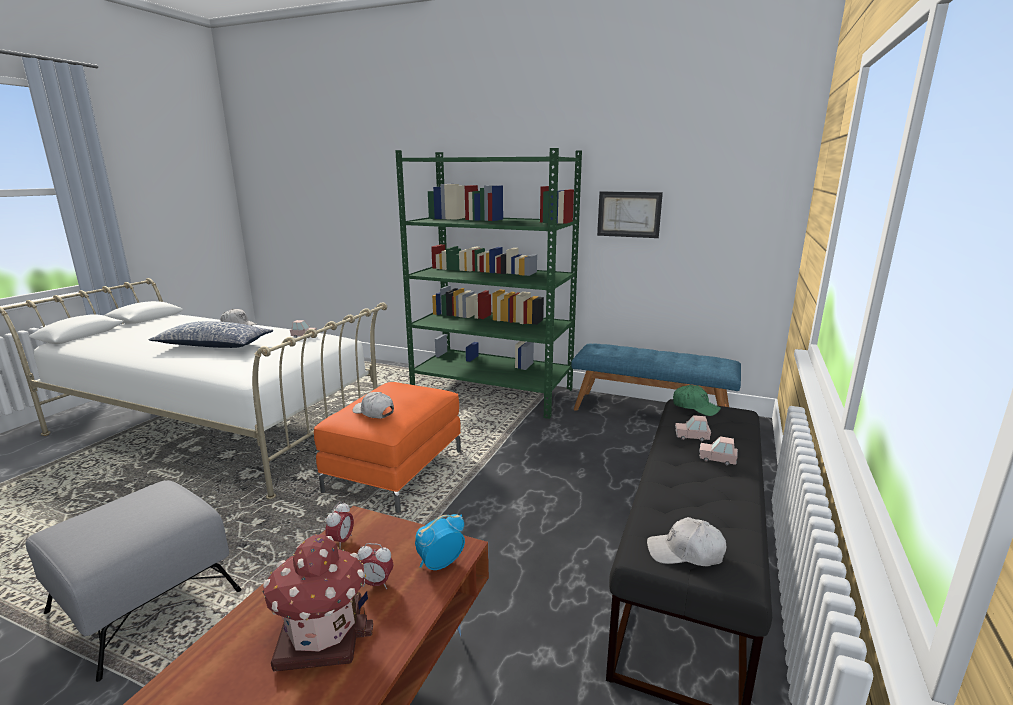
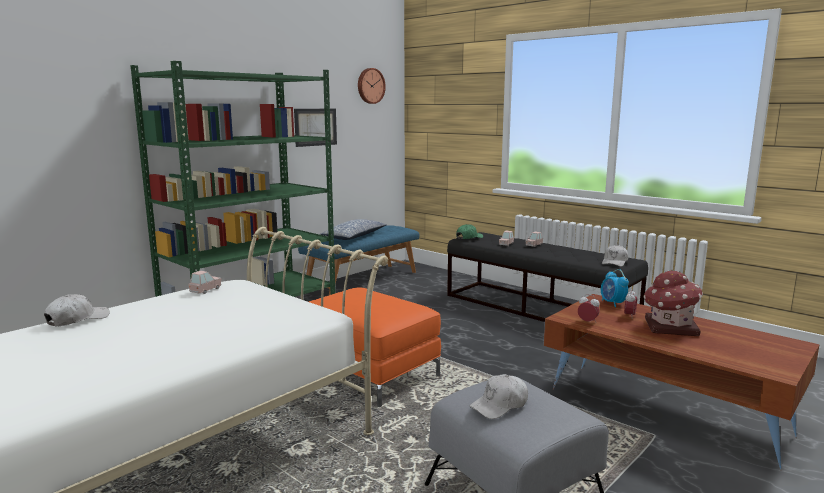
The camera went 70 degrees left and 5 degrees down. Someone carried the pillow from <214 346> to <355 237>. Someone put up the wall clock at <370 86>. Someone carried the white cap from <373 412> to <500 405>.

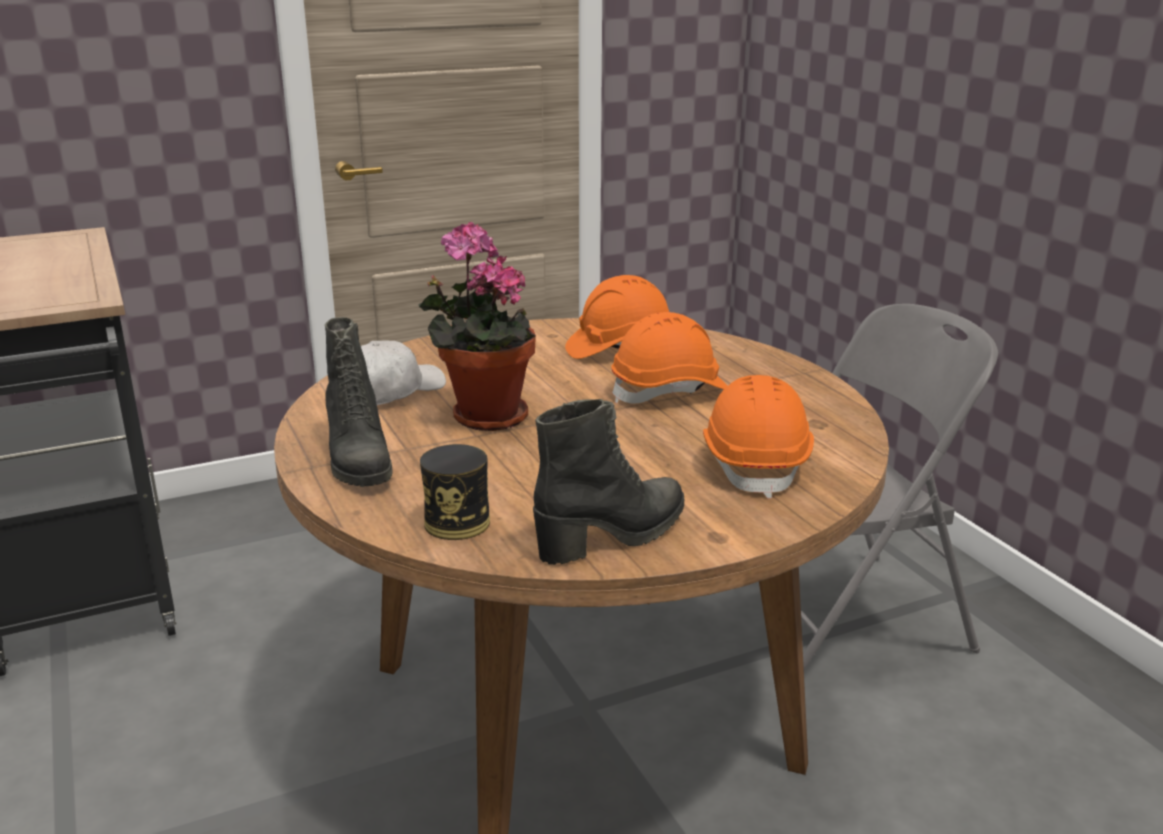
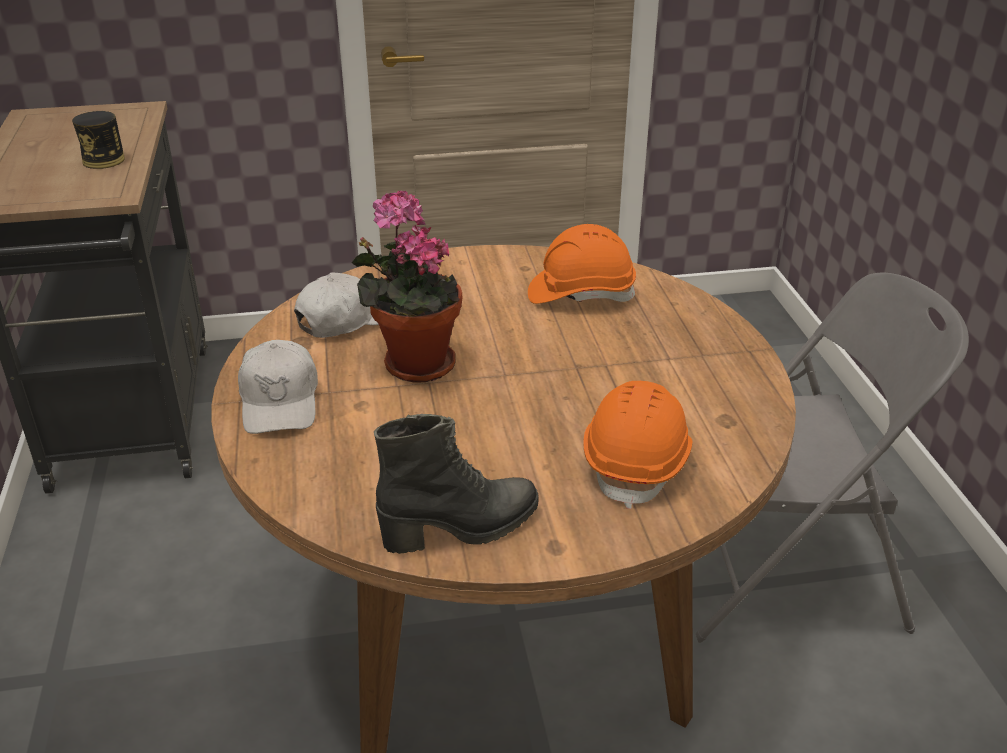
The camera went 15 degrees right and 10 degrees up. Someone carried the can from <457 523> to <103 160>. Someone swapped the black boot at <357 462> for the white cap at <280 401>. Someone took away the orange hard hat at <670 392>.

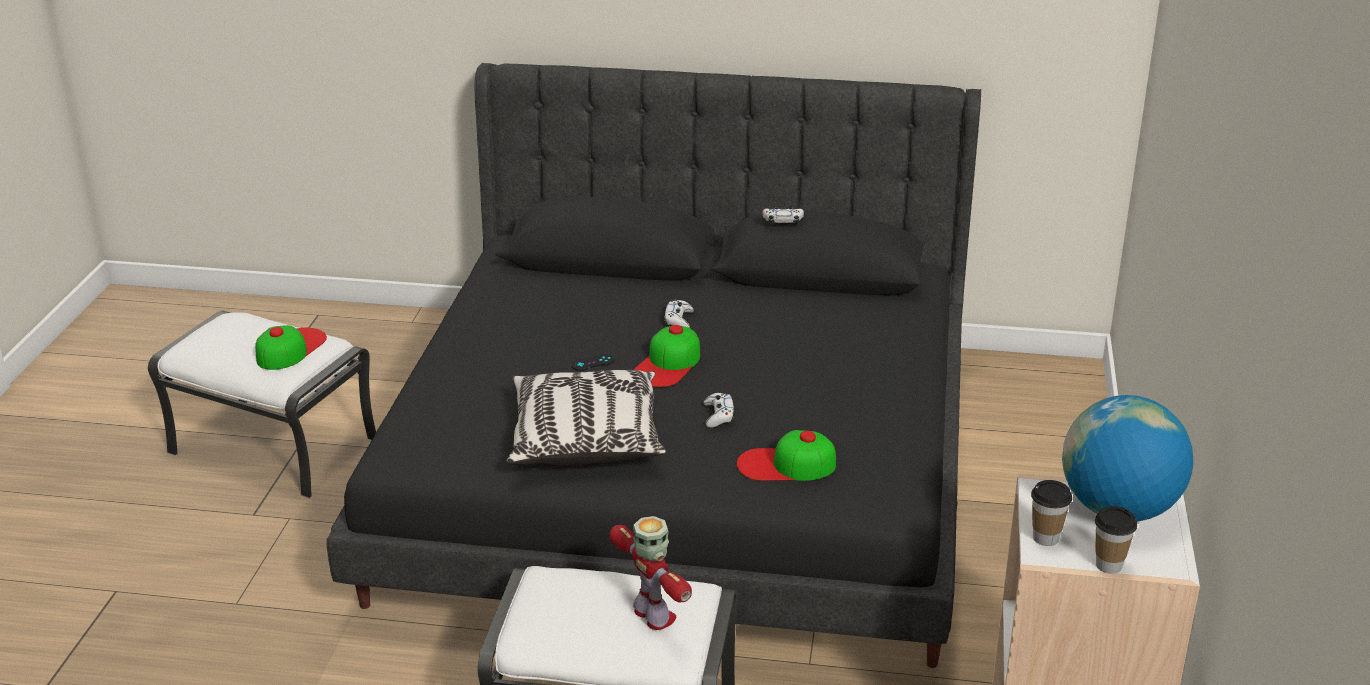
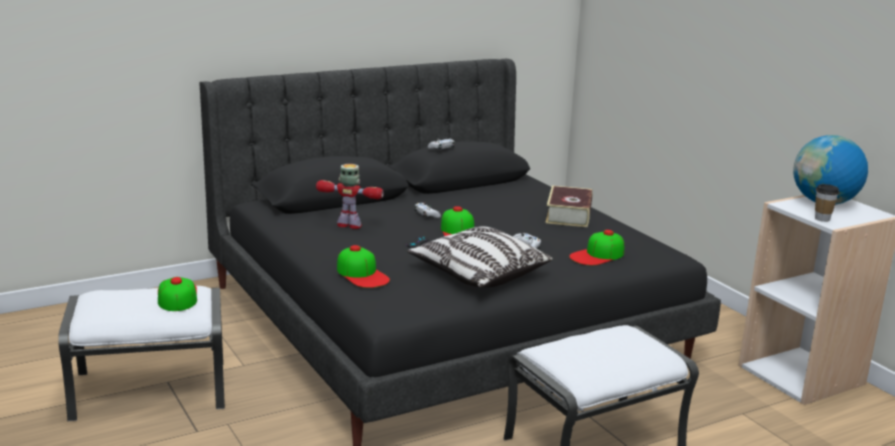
The camera went 40 degrees left and 10 degrees down. Someone carried the toy robot from <654 616> to <350 225>. Someone put down the cap at <362 274>. Someone put down the book at <568 215>. Someone took away the cup at <1109 565>.

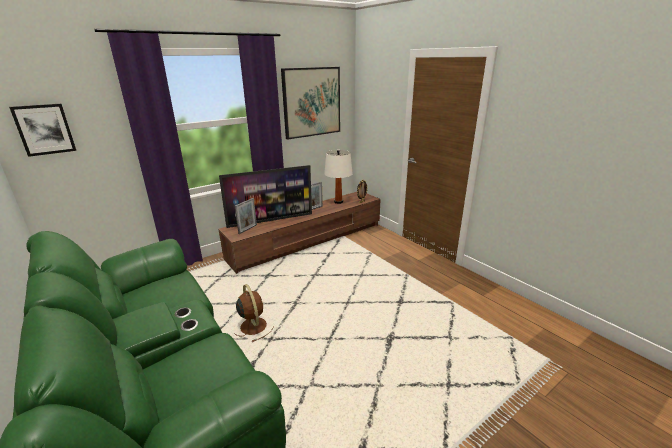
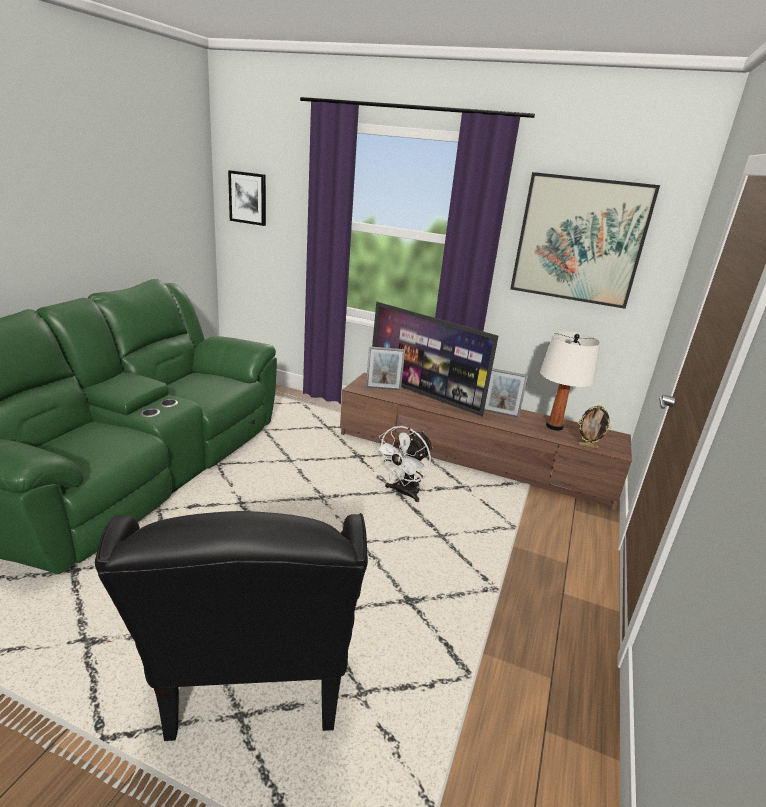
The camera went 55 degrees right and 0 degrees up. Someone put down the black armchair at <254 699>. Someone put down the white fan at <403 493>. Someone took away the brown fan at <253 325>.

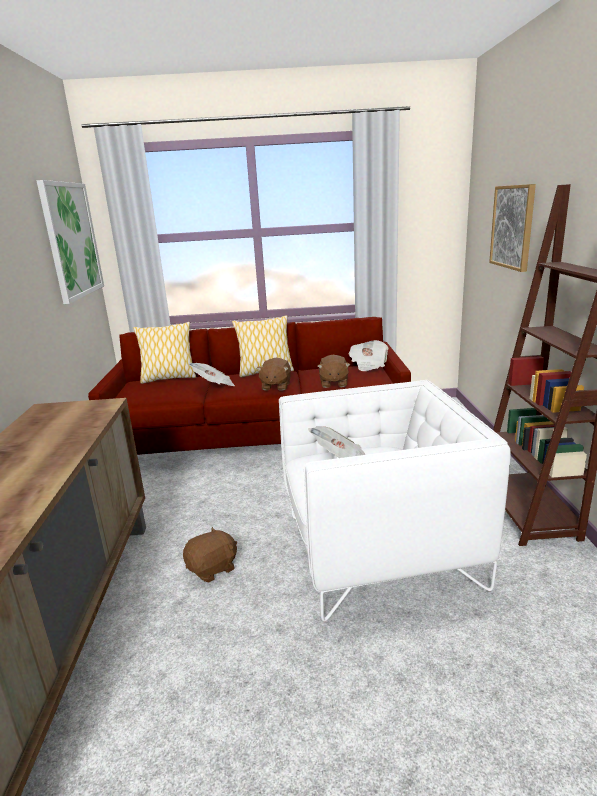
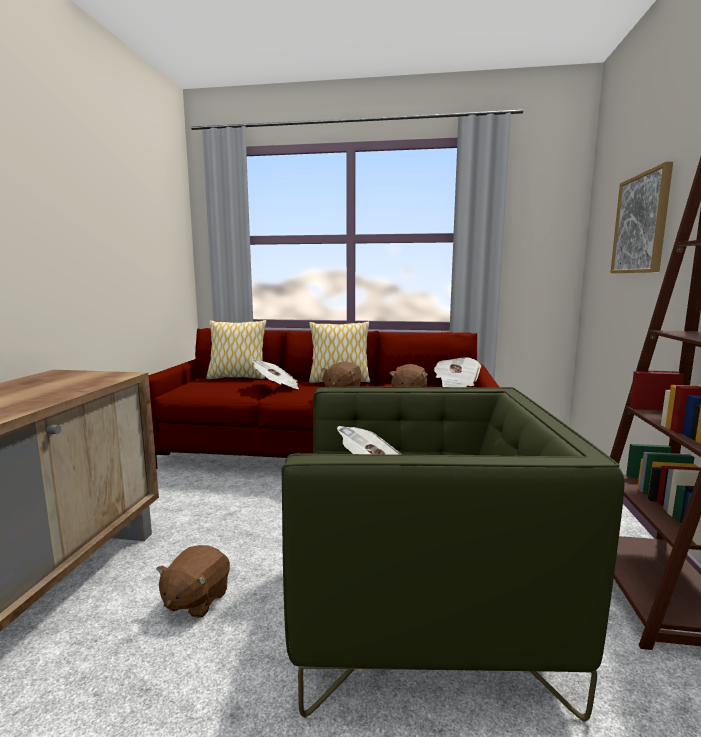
The camera went 10 degrees right and 10 degrees down. Someone rotated the brown plush toy at <213 569> by 135 degrees clockwise. Someone repainted the white armchair at <379 551>, which became the green armchair at <422 617>. Someone took away the picture at <72 240>.

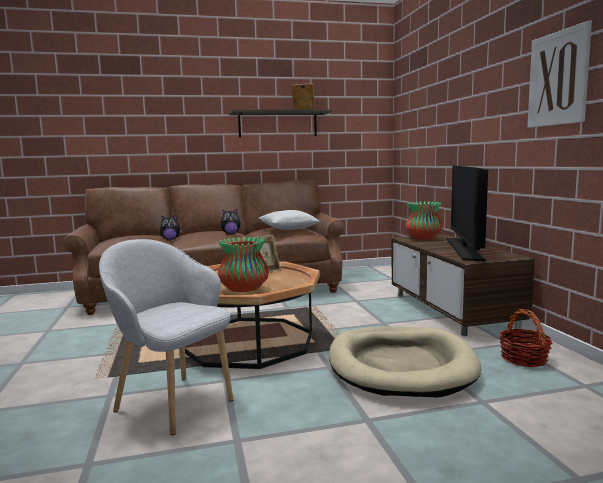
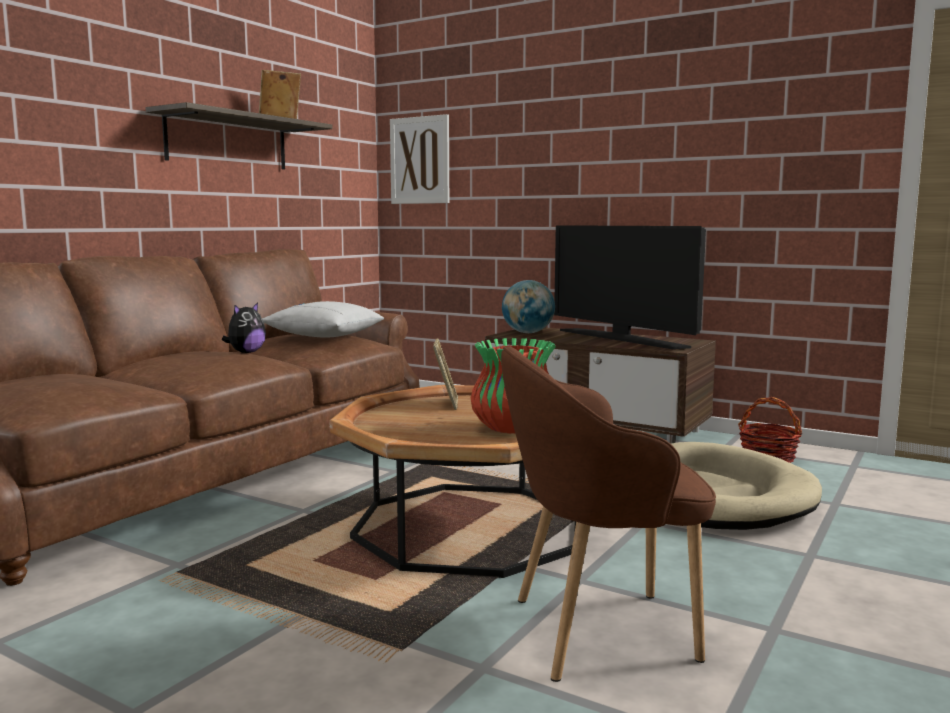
The camera went 45 degrees left and 0 degrees up. Someone carried the picture from <558 78> to <420 160>. Someone repainted the grey armchair at <173 402>, which became the brown armchair at <597 631>. Someone swapped the vase at <423 238> for the globe at <527 333>. Someone took away the plush toy at <170 239>.

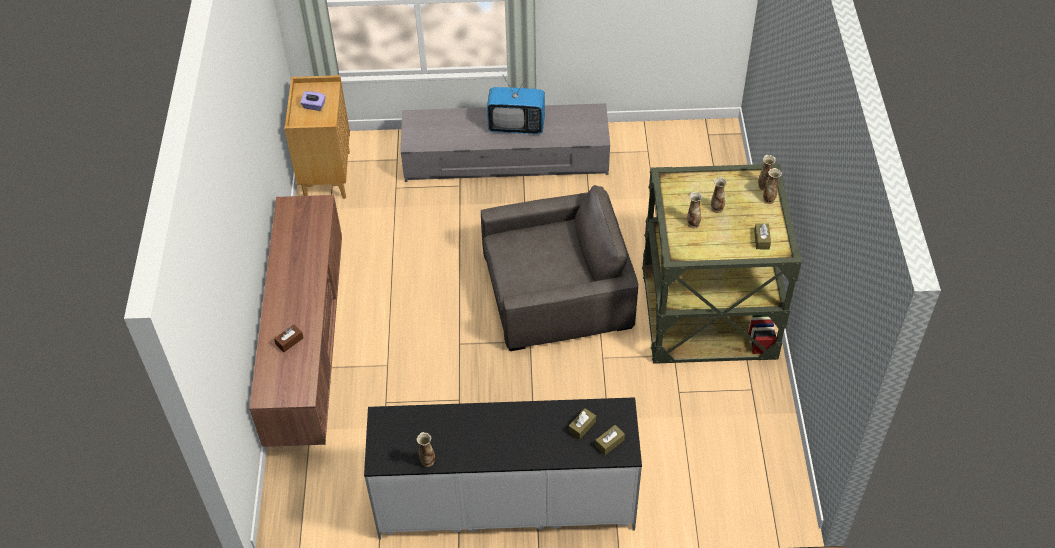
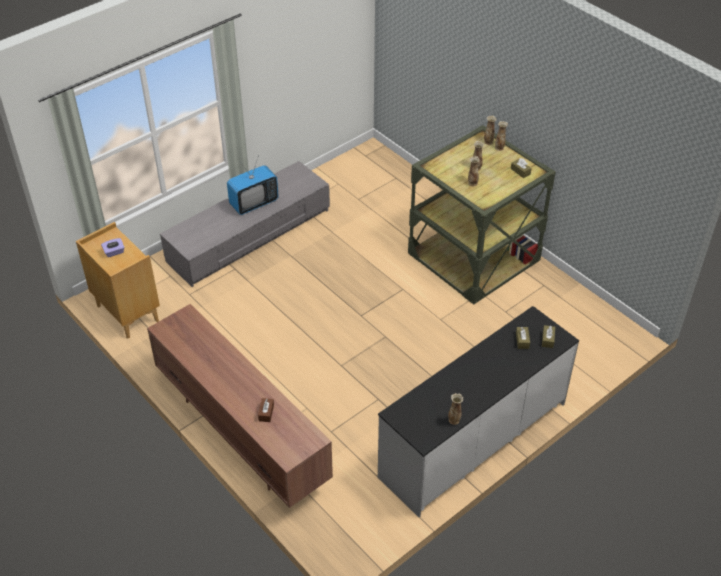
The camera went 40 degrees left and 5 degrees down. Someone took away the grey armchair at <556 291>.

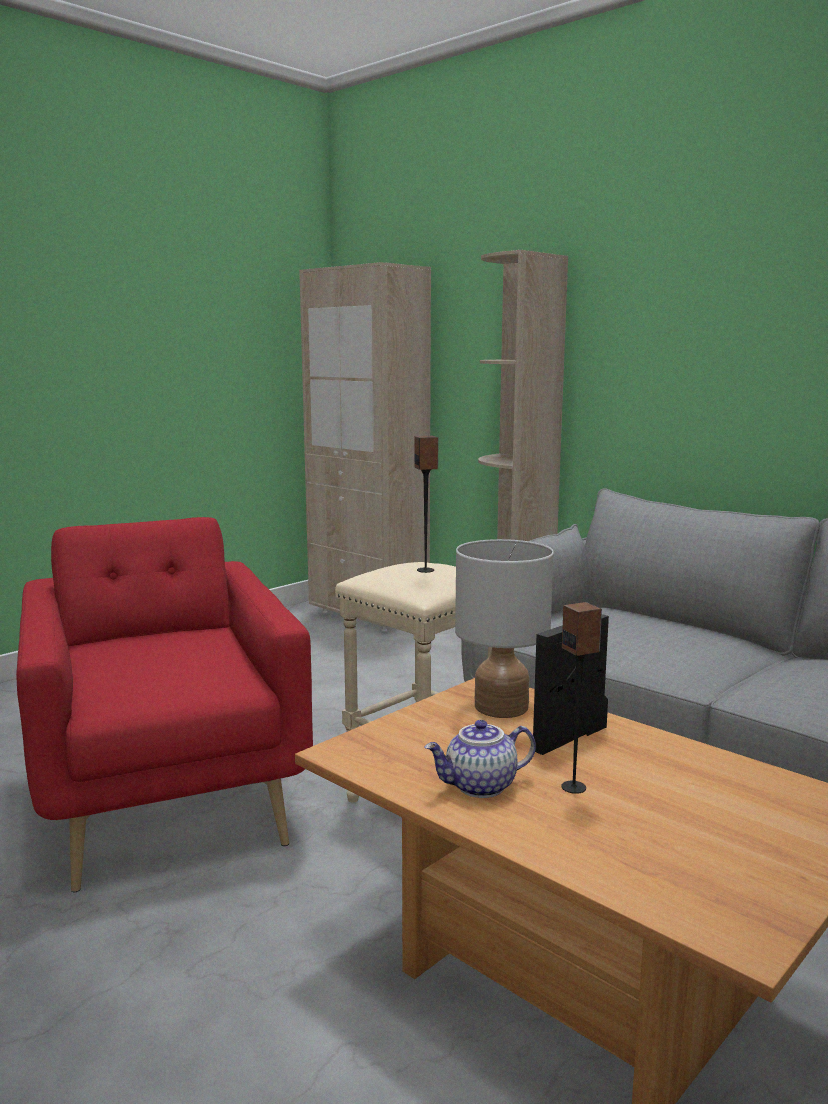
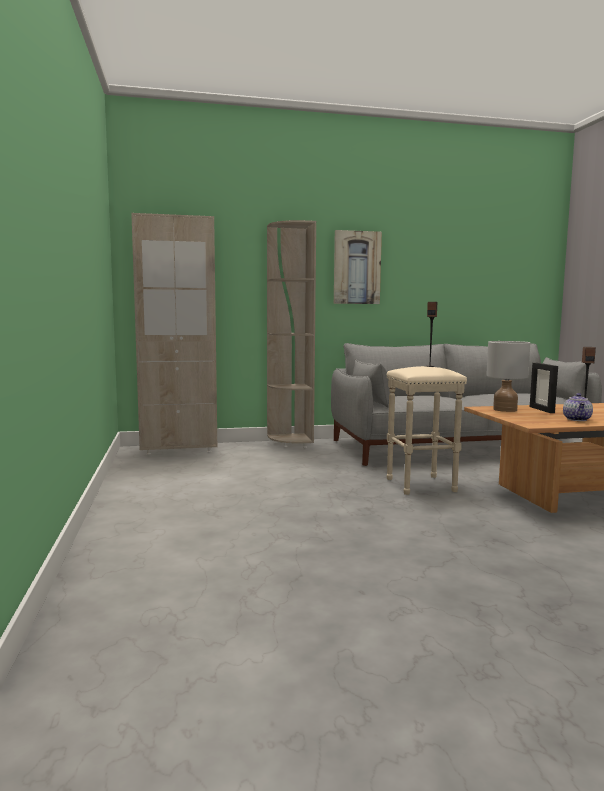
The camera went 55 degrees left and 5 degrees down. Someone put up the picture at <356 267>. Someone took away the red armchair at <168 797>.

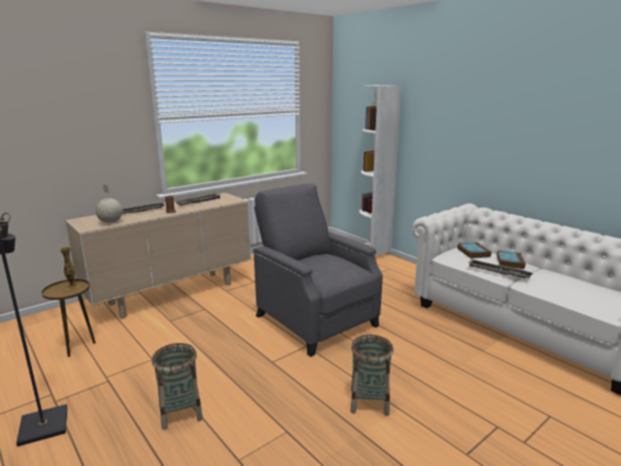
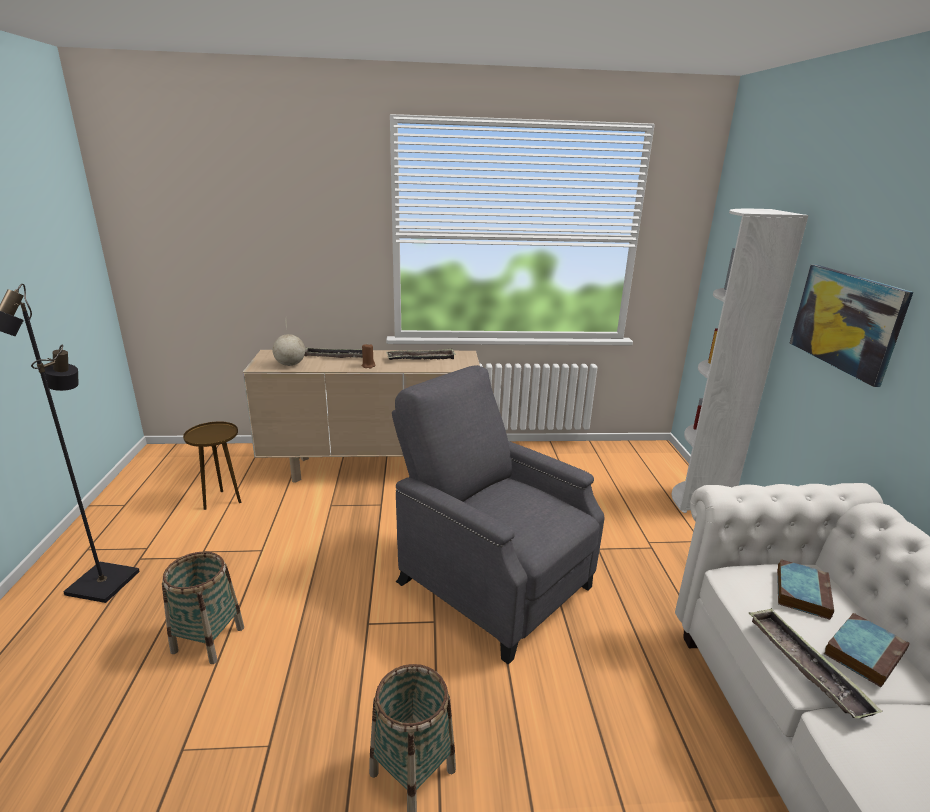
The camera went 35 degrees right and 5 degrees up. Someone rotated the grey armchair at <313 319> by 45 degrees counterclockwise. Someone put up the picture at <846 321>. Someone took away the vase at <72 287>.

